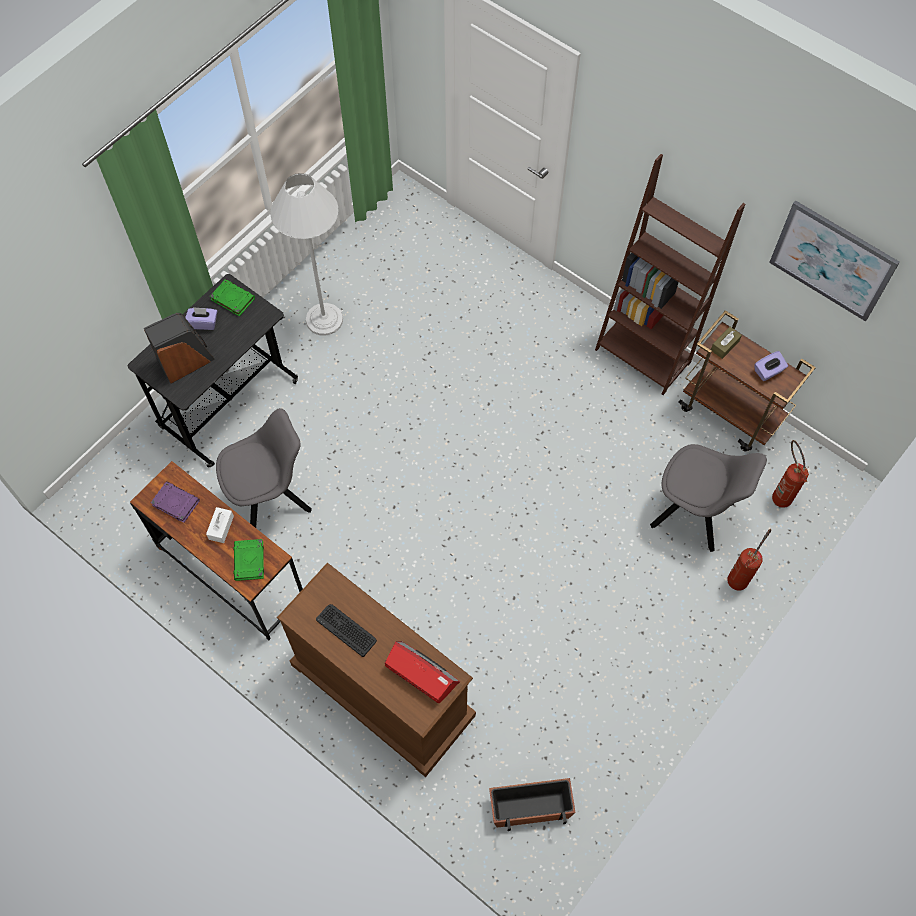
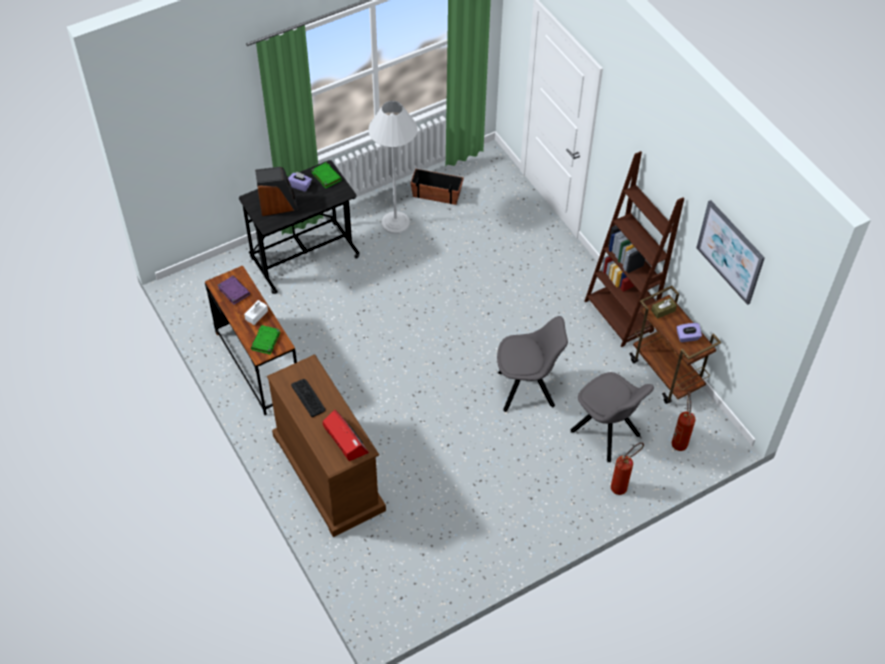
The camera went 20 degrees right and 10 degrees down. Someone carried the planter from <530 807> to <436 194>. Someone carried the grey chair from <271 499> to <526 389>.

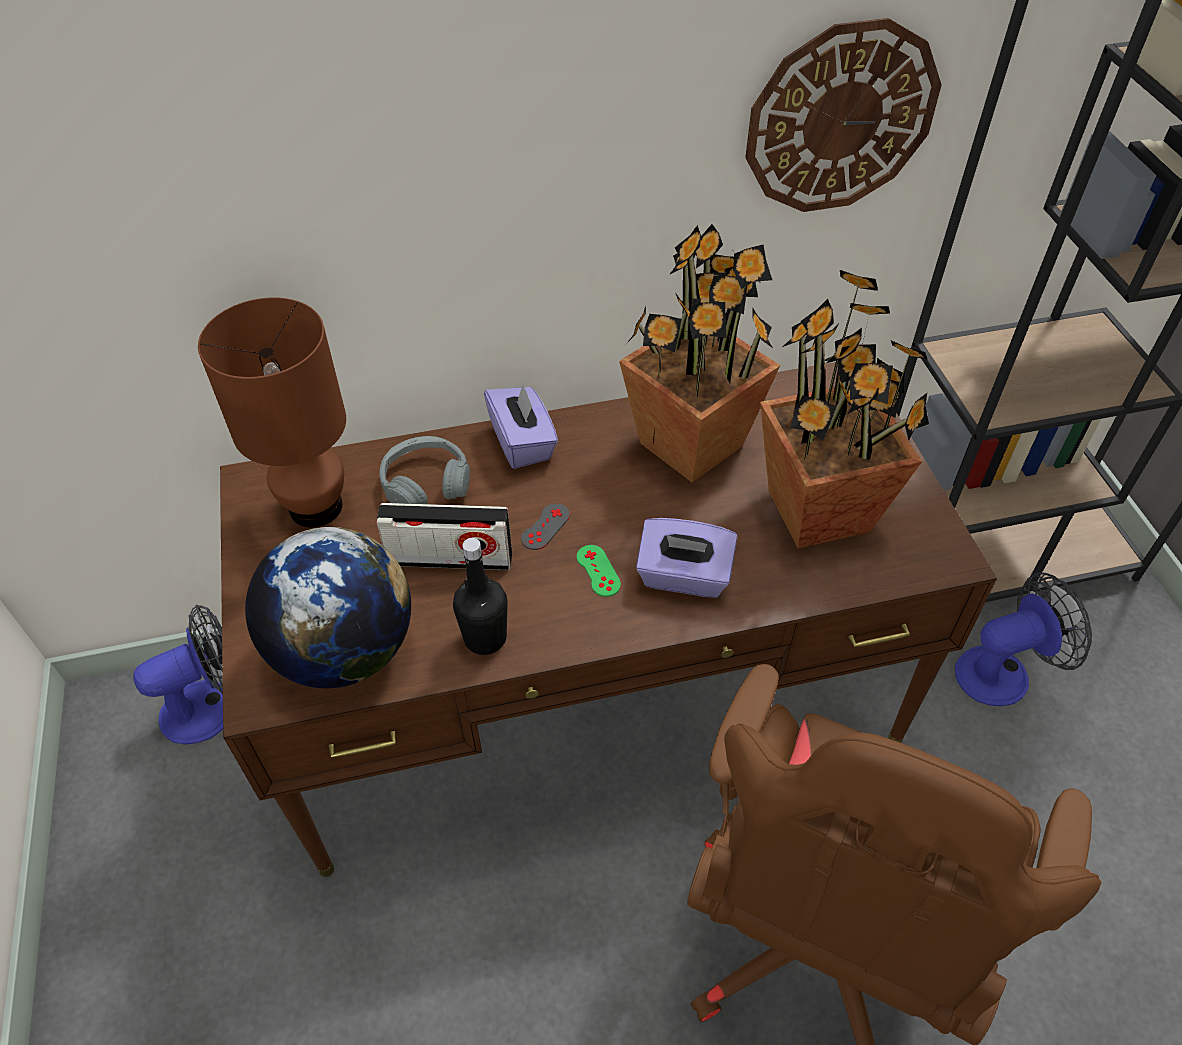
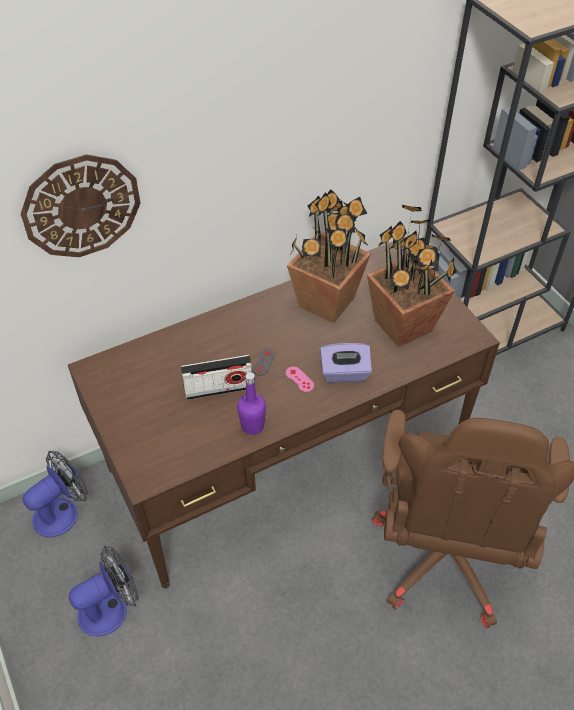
The camera went 15 degrees left and 0 degrees up. Someone carried the wall clock from <841 119> to <81 206>. Someone carried the fan from <1003 672> to <111 607>. Someone repainted the black bottle at <485 638>, which became the purple bottle at <252 426>. Someone repainted the green game controller at <598 571>, which became the pink game controller at <299 379>. Someone took away the brown table lamp at <317 507>. Someone took away the globe at <344 650>. Someone took away the grey headphones at <426 483>. Someone took away the purple tissue box at <522 442>.

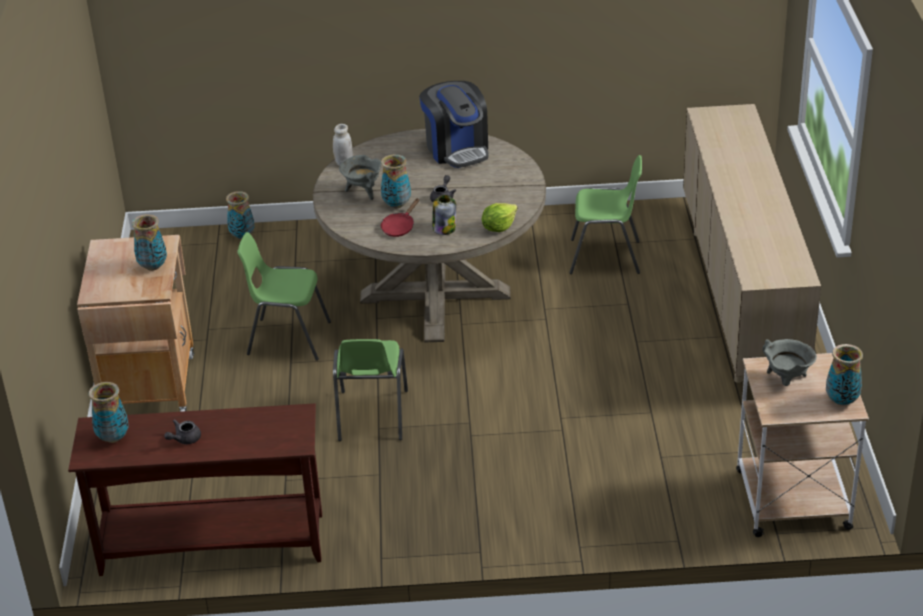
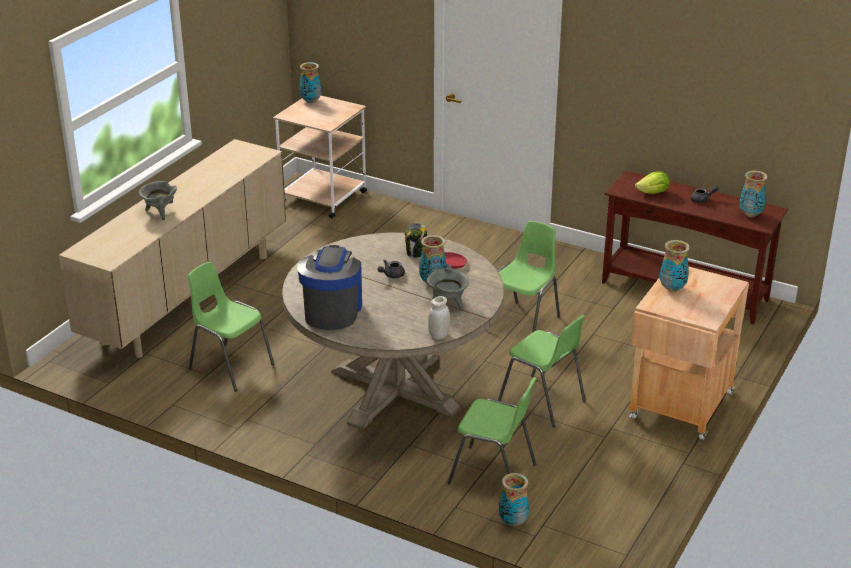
The camera went 150 degrees left and 5 degrees down. Someone carried the grey cooking pot from <786 380> to <160 212>. Someone put down the green chair at <493 474>. Someone carried the lettuce from <498 227> to <653 193>.

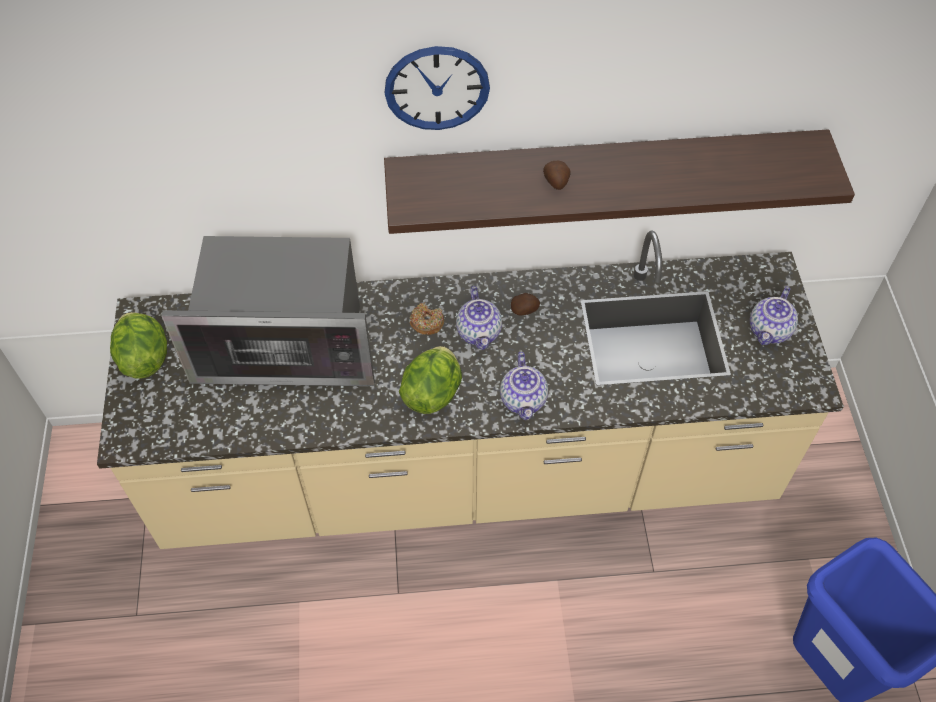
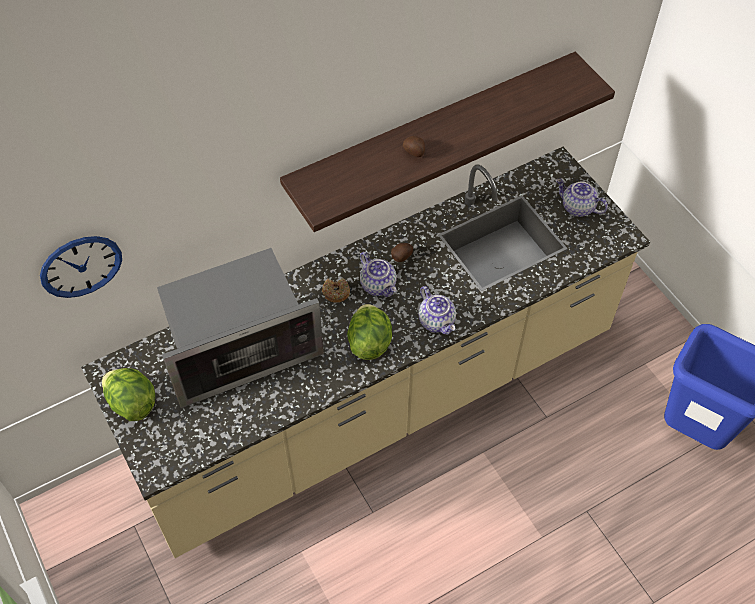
The camera went 25 degrees left and 0 degrees up. Someone carried the wall clock from <437 88> to <81 266>. Someone rotated the teapot at <770 331> by 120 degrees clockwise.

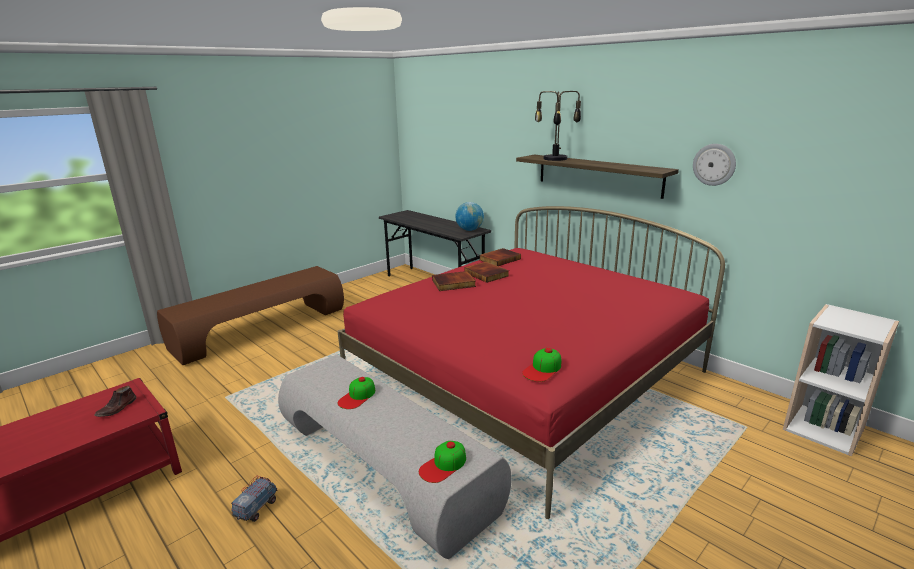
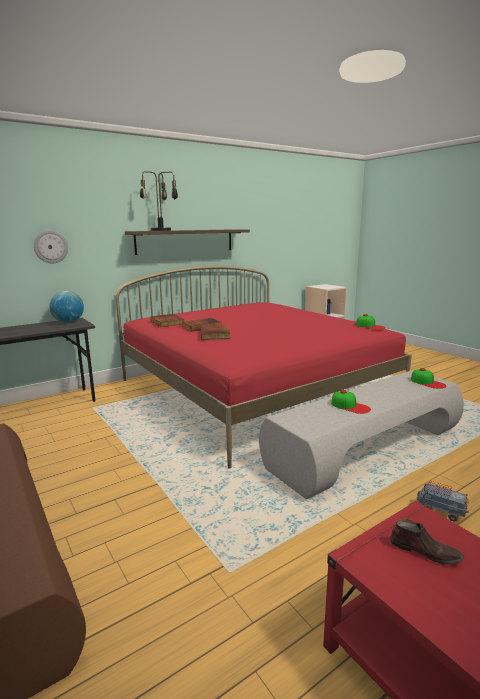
The camera went 80 degrees left and 5 degrees down. Someone carried the wall clock from <714 164> to <51 247>.

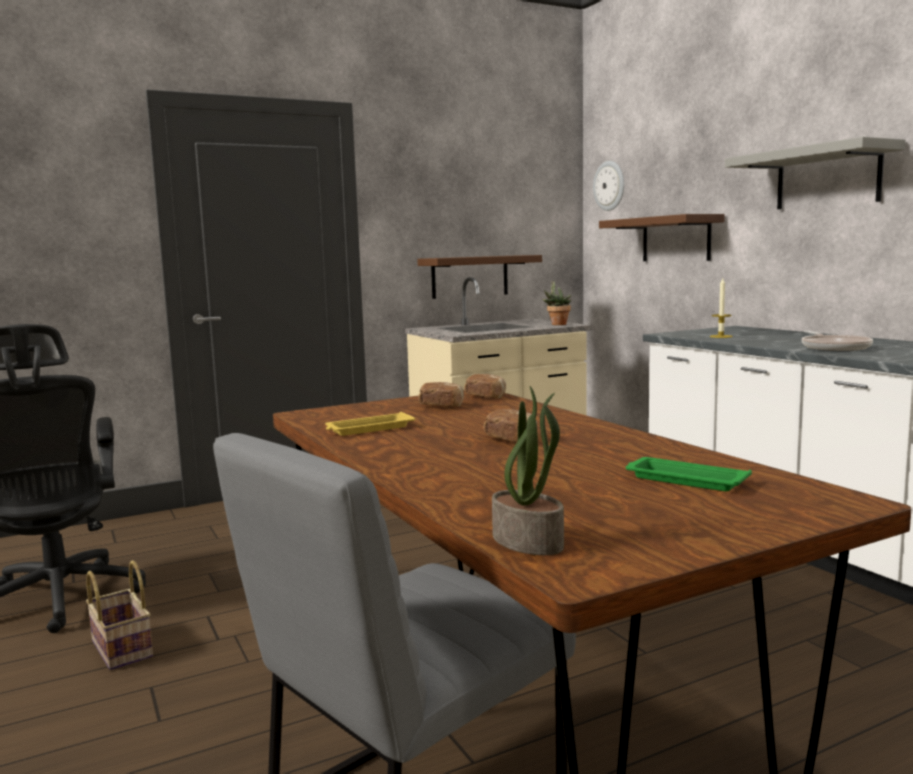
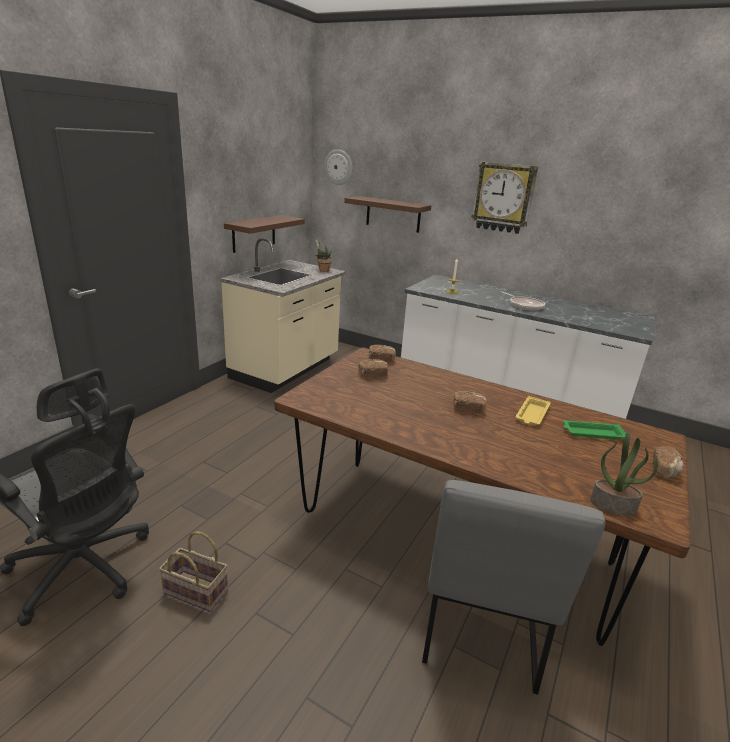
The camera went 35 degrees left and 15 degrees up. Someone swapped the grey shelf at <827 178> for the wall clock at <503 198>. Someone carried the yellow tray from <369 429> to <532 414>. Someone put down the bread at <665 470>.

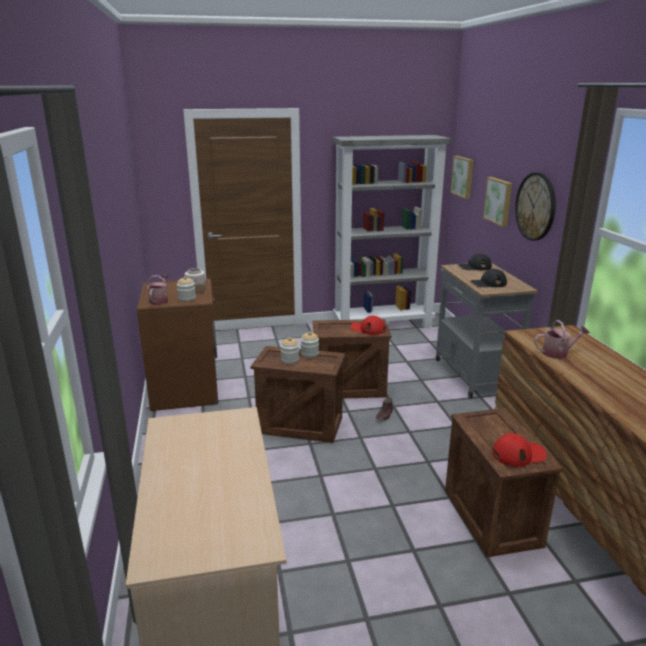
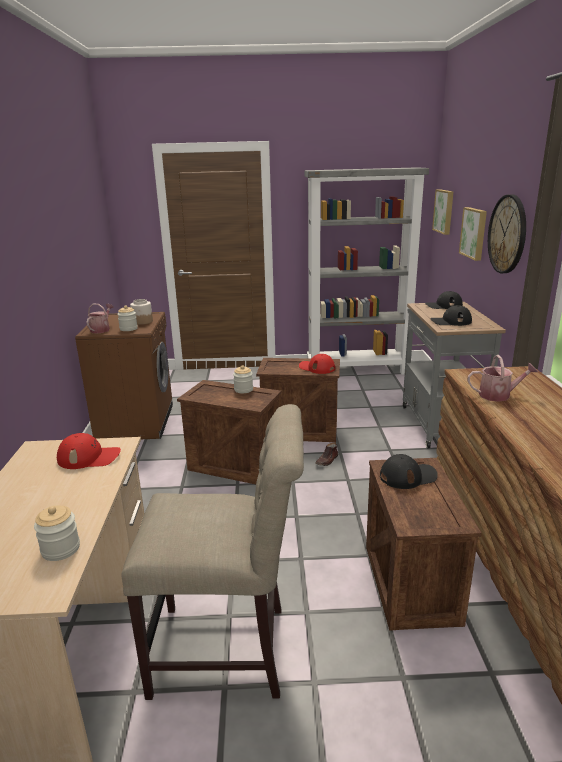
The camera went 10 degrees right and 0 degrees up. Someone carried the jar from <290 360> to <60 549>. Someone carried the red cap from <518 454> to <89 457>. Someone put down the beige chair at <229 651>. Someone put down the black cap at <408 476>.

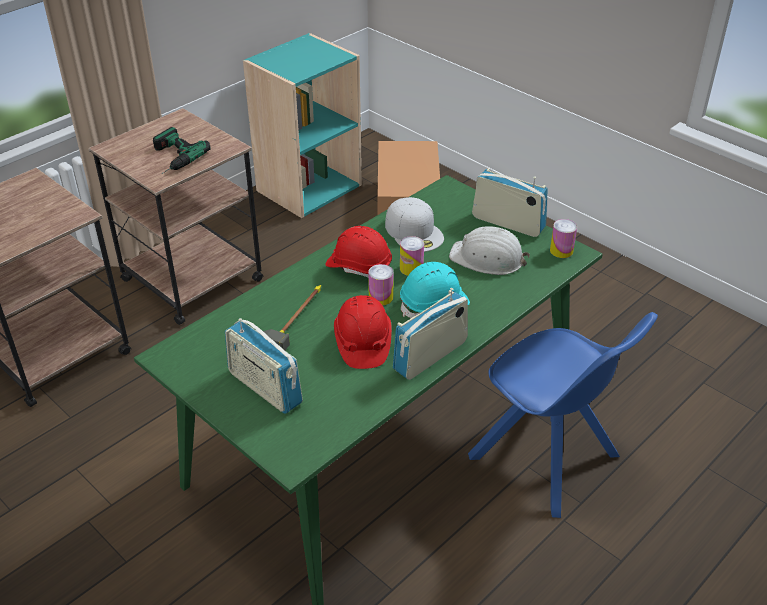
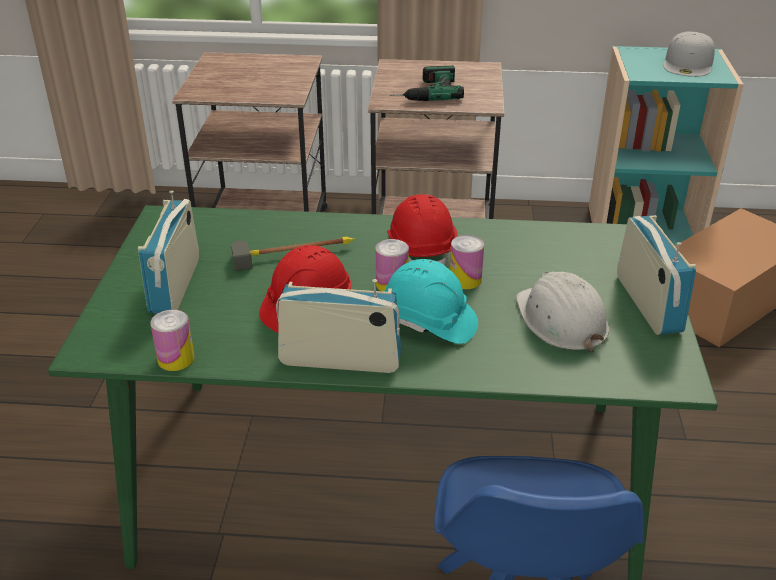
The camera went 50 degrees right and 5 degrees down. Someone carried the can from <561 251> to <176 359>. Someone carried the white cap from <414 231> to <688 64>.

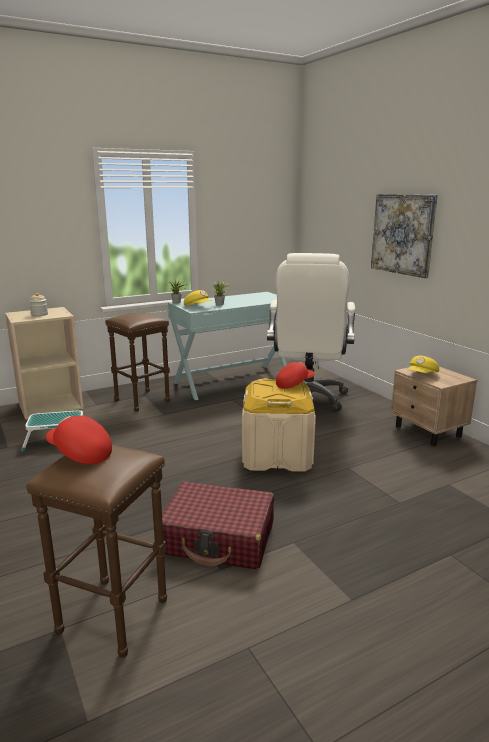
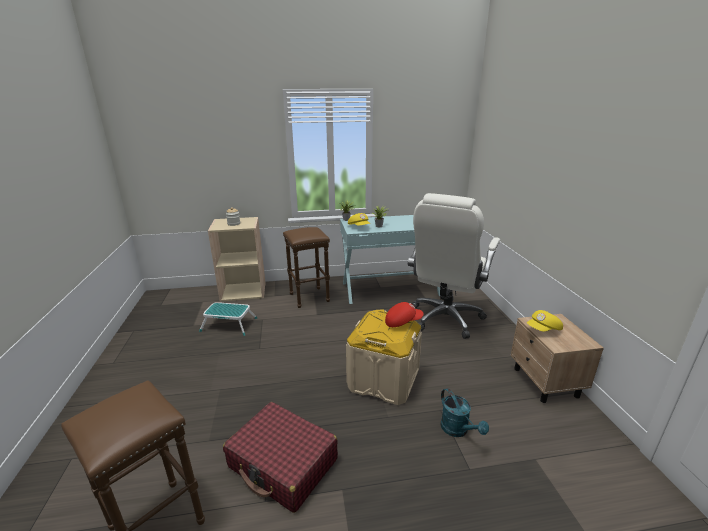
The camera went 20 degrees right and 5 degrees up. Someone put down the turquoise watering can at <458 430>. Someone took away the red cap at <79 453>. Someone took away the picture at <403 234>.

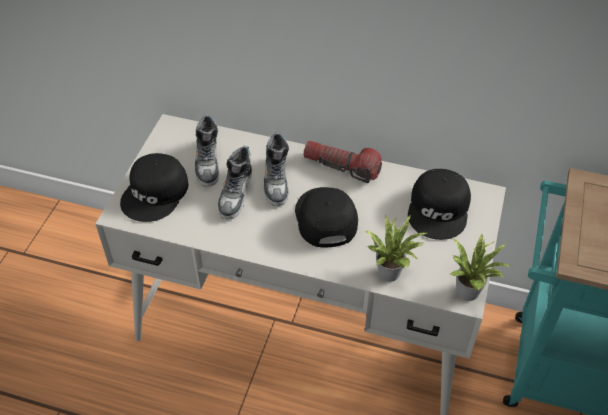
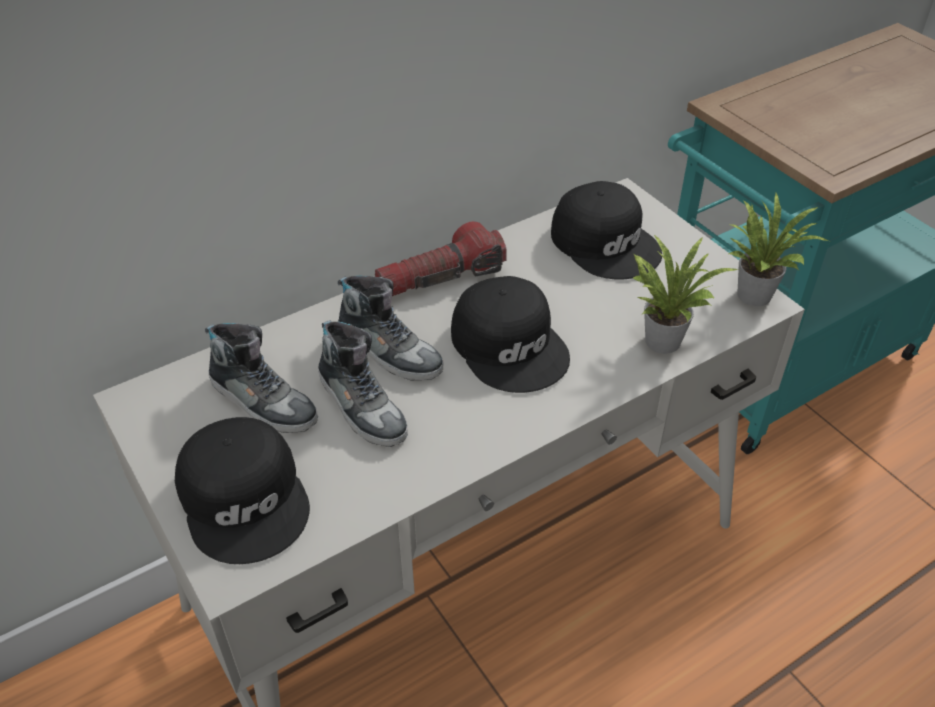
The camera went 50 degrees left and 5 degrees down. Someone rotated the black cap at <324 218> by 150 degrees counterclockwise.

